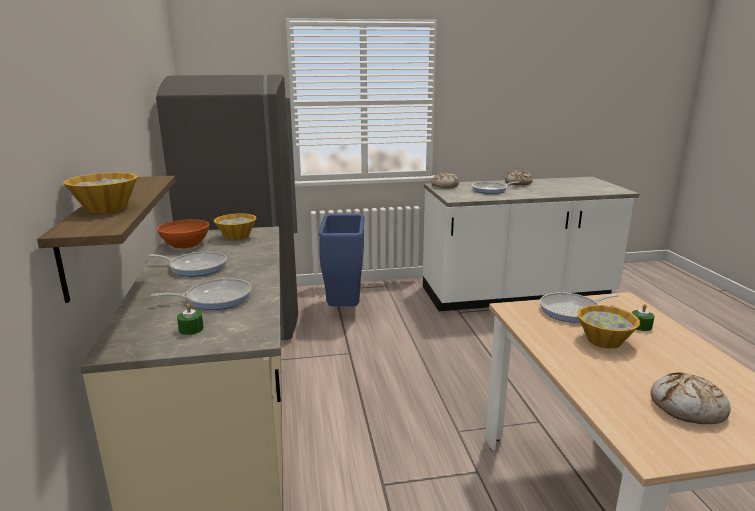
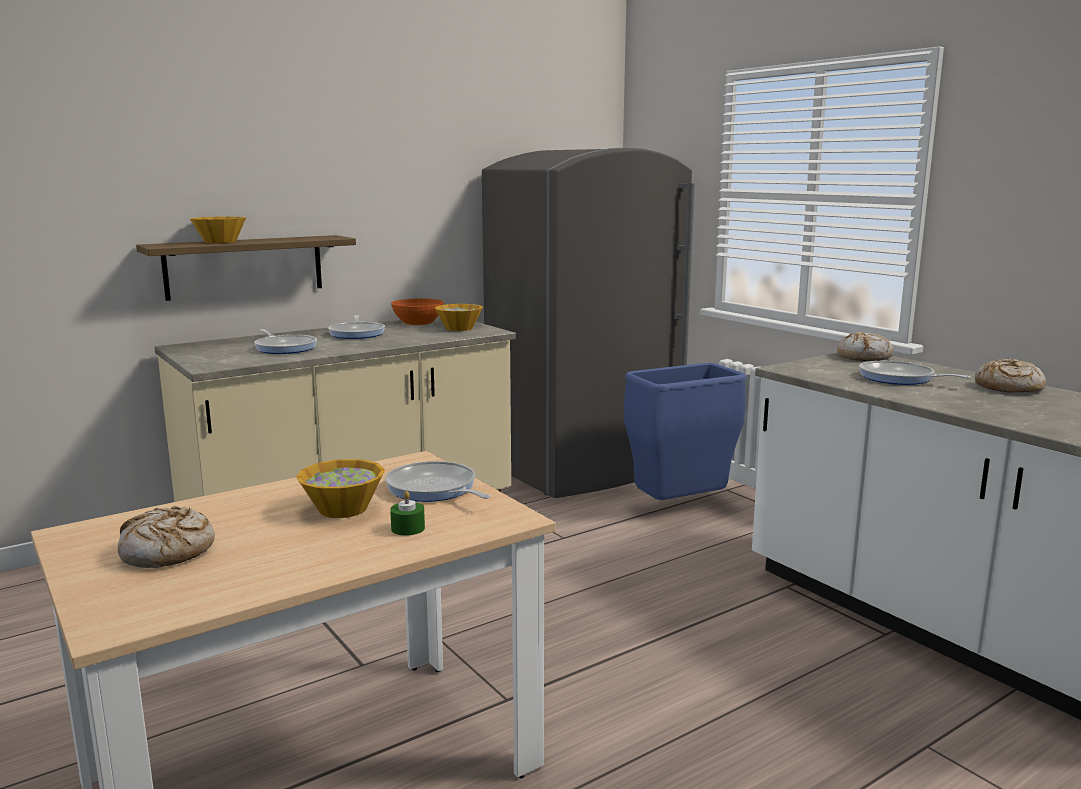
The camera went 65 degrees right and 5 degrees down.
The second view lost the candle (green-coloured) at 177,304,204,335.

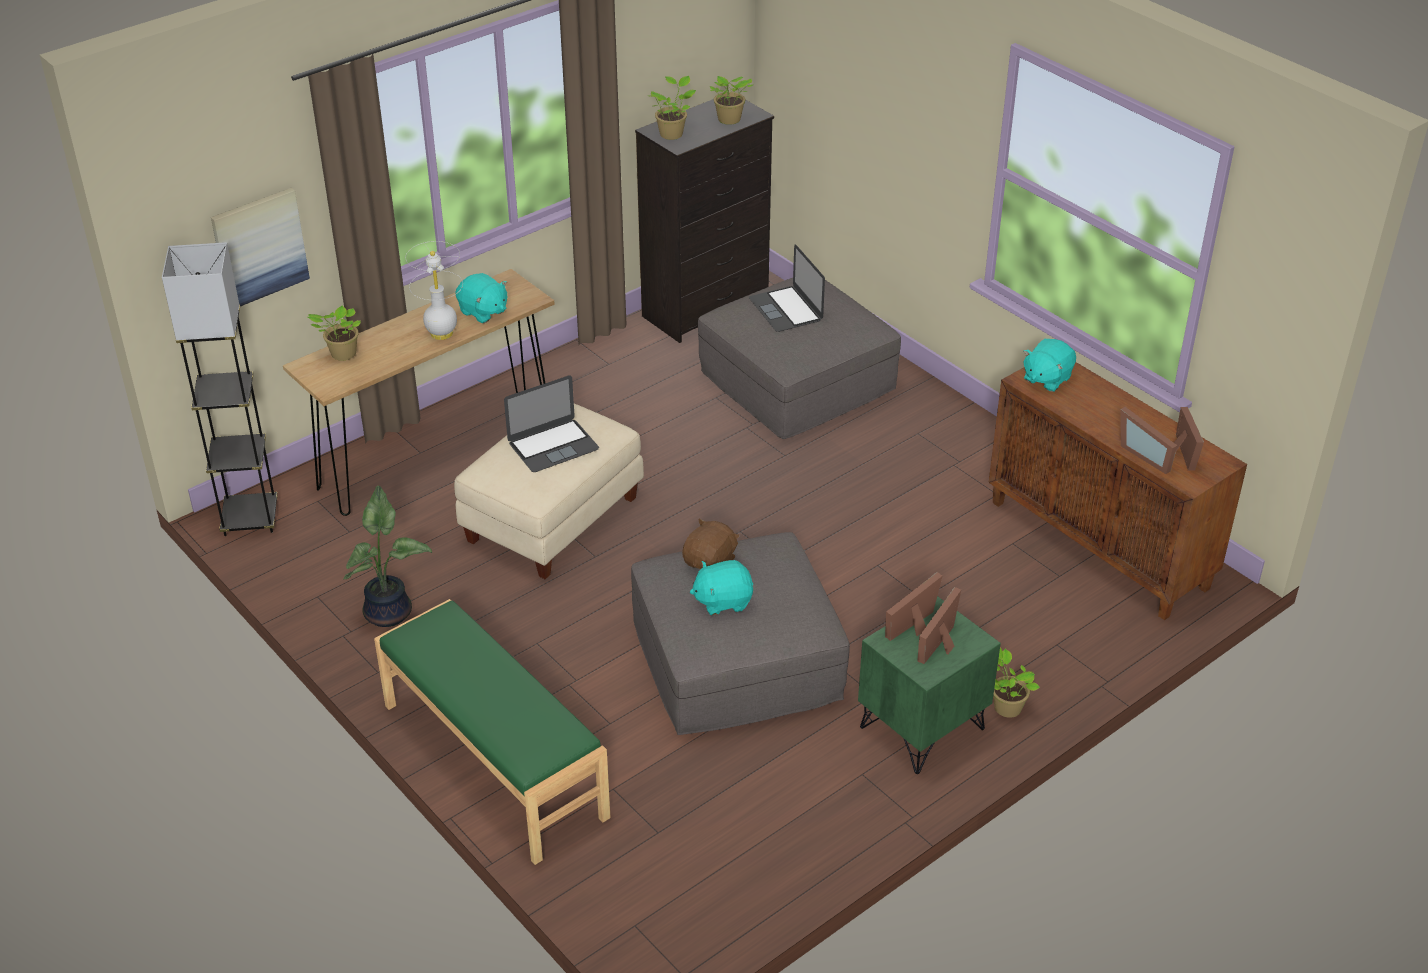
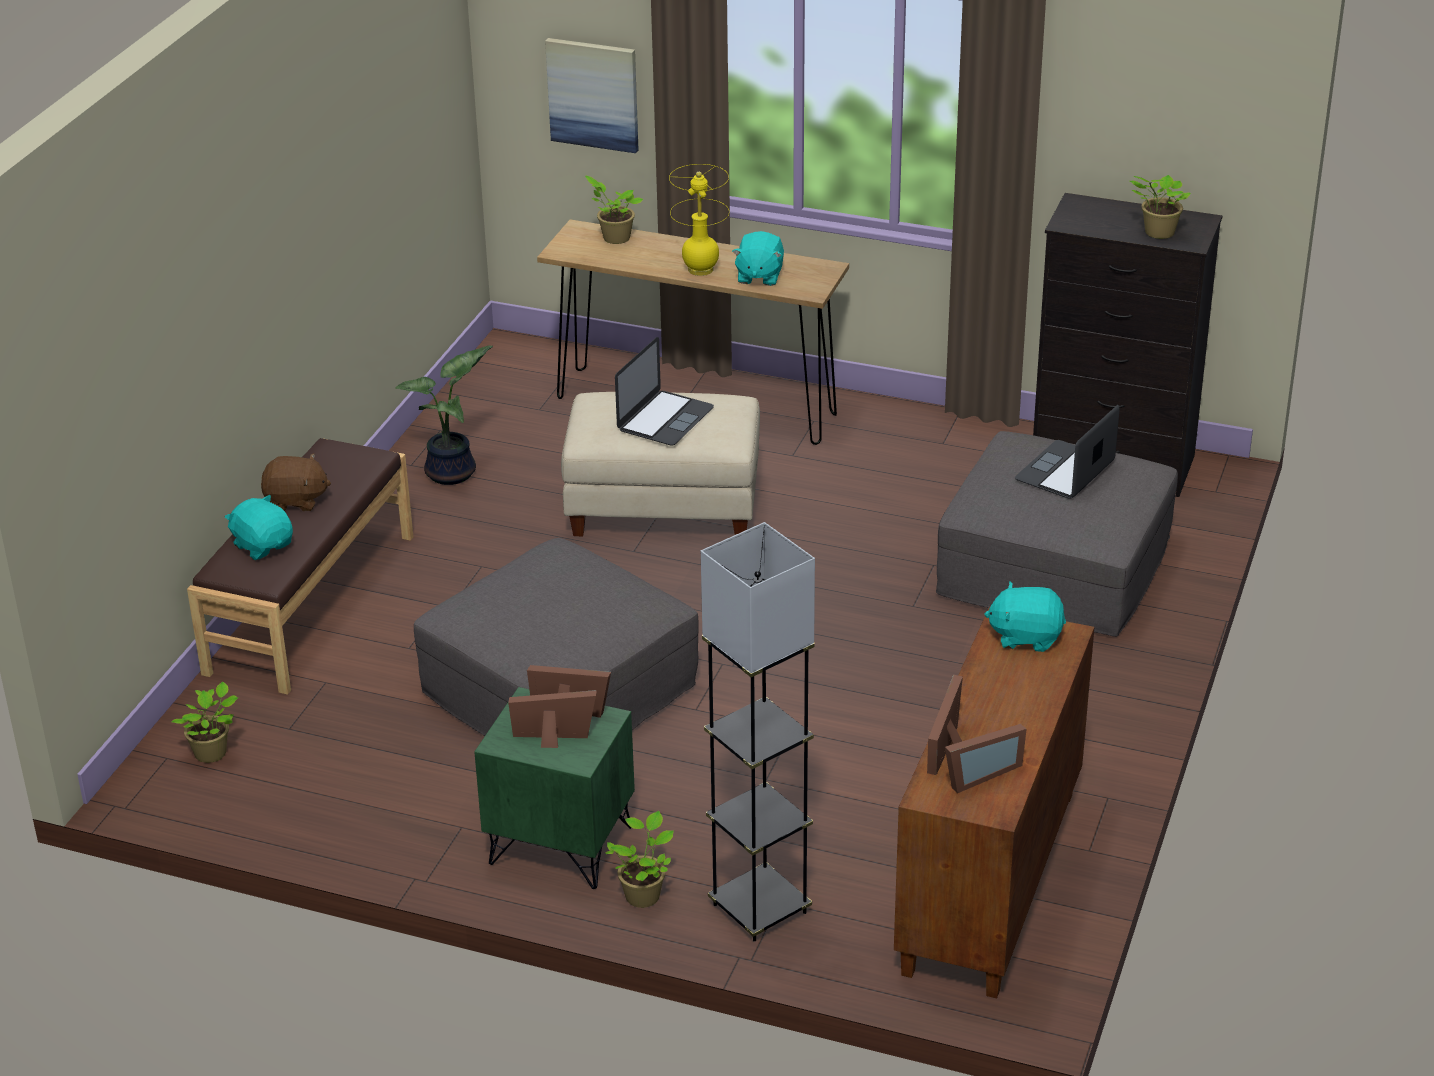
The camera went 60 degrees right and 5 degrees down.
The floor lamp (gray) ended up elsewhere, having gone from 162,242,278,536 to 701,522,815,942.
What was the bench (green-coloured) at 374,599,611,865 turned into the bench (brownish) at 187,438,413,695.
What was the lamp for a table (whitish) at 406,241,463,340 turned into the lamp for a table (yellow) at 669,164,729,276.
The portable computer at 504,375,599,472 ended up facing another way, 90 degrees counterclockwise from before.
The houseplant ended up elsewhere, having gone from 649,76,696,140 to 171,681,238,763.
The plush toy (brownish) ended up elsewhere, having gone from 682,519,740,569 to 261,453,331,511.
The plush toy (blue-green) ended up elsewhere, having gone from 690,560,753,615 to 225,495,293,560.

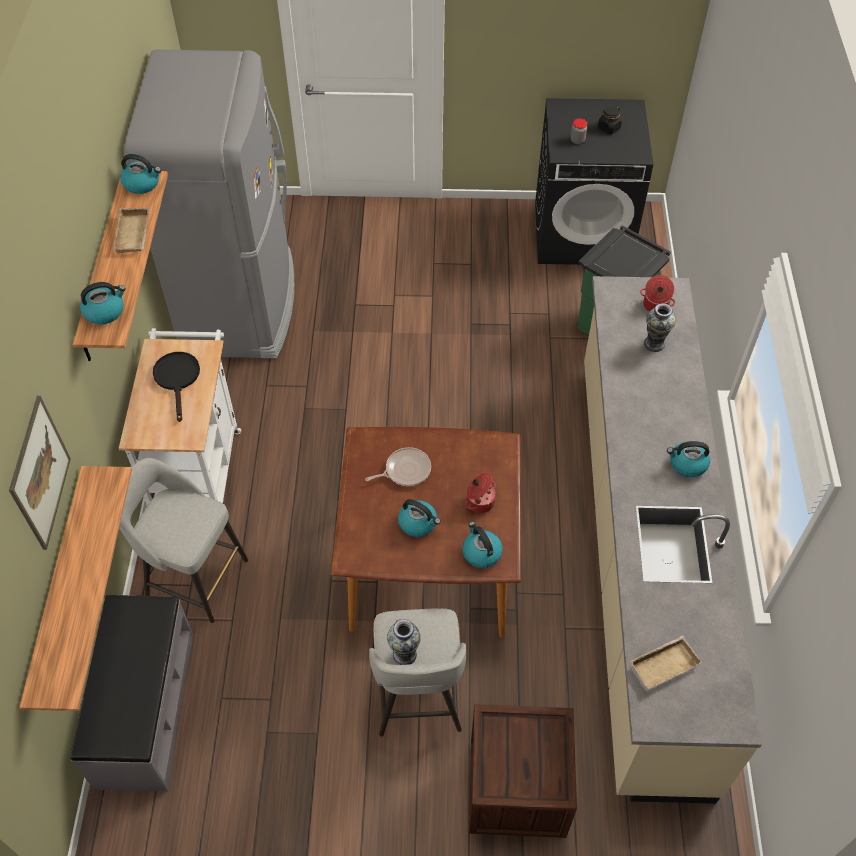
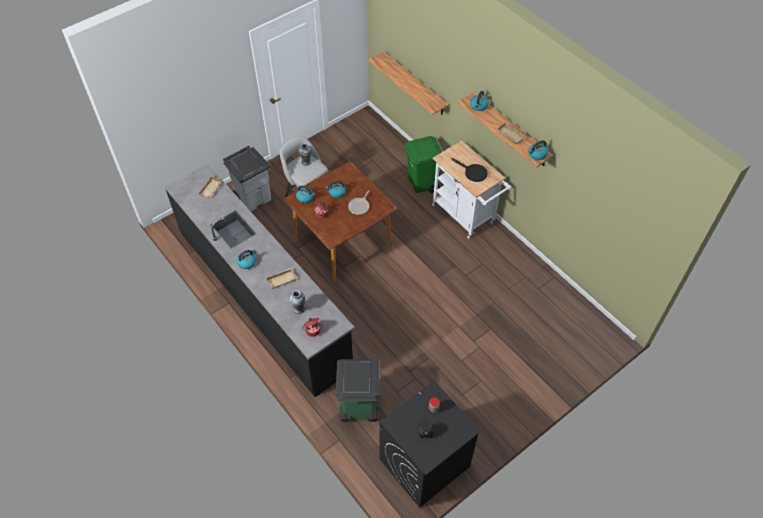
The camera went 140 degrees right and 0 degrees up.
The second view lost the wall picture at 9,396,71,550.
The second view lost the bench (gray) at 70,595,194,791.
Where the sitting stool (gray) stood at 119,458,248,623, the trash can (green-coloured) came to stand at 404,136,443,193.
The second view lost the fridge (gray) at 124,50,294,358.
Where the shipping crate stood at 469,704,577,838, the trash can (gray) came to stand at 223,146,272,212.
What was the kitchen counter (beige) at 584,276,762,804 turned into the kitchen counter (blackish) at 165,164,355,397.
The second view gained the serving tray (beige) at 266,268,297,289.

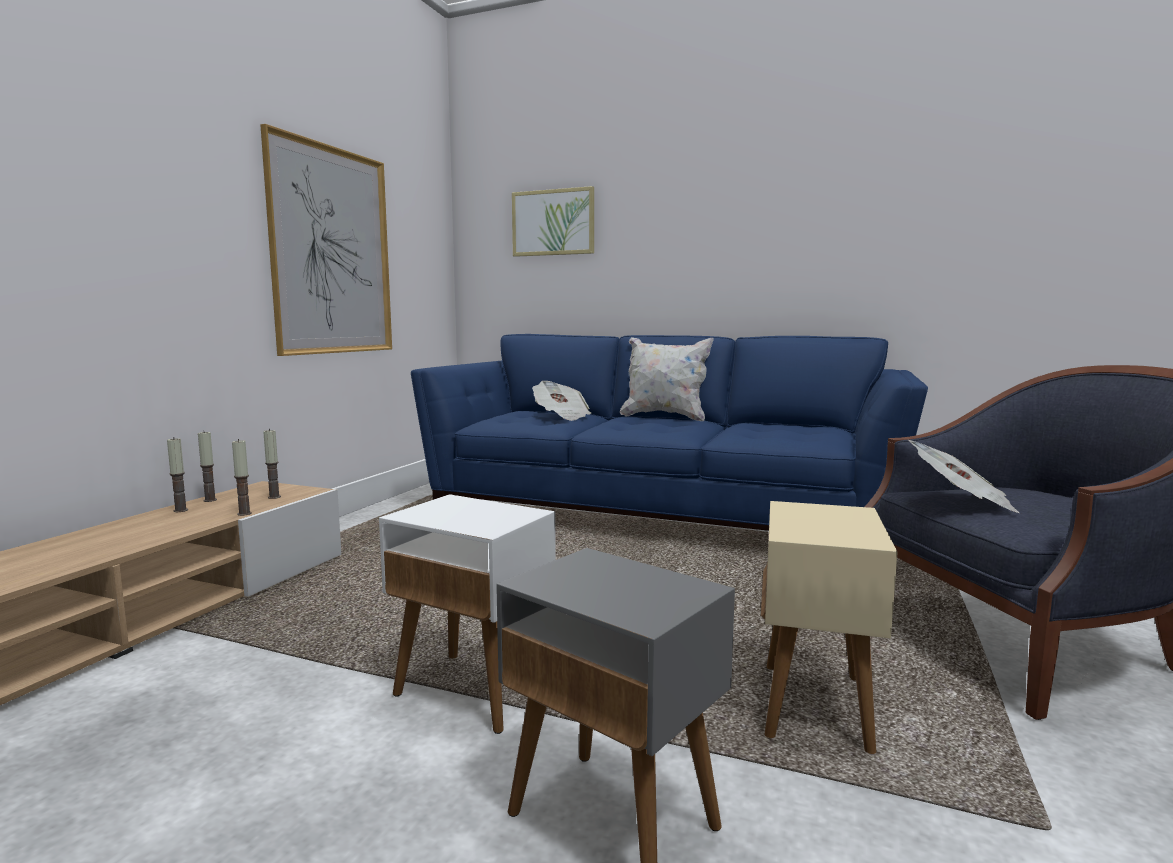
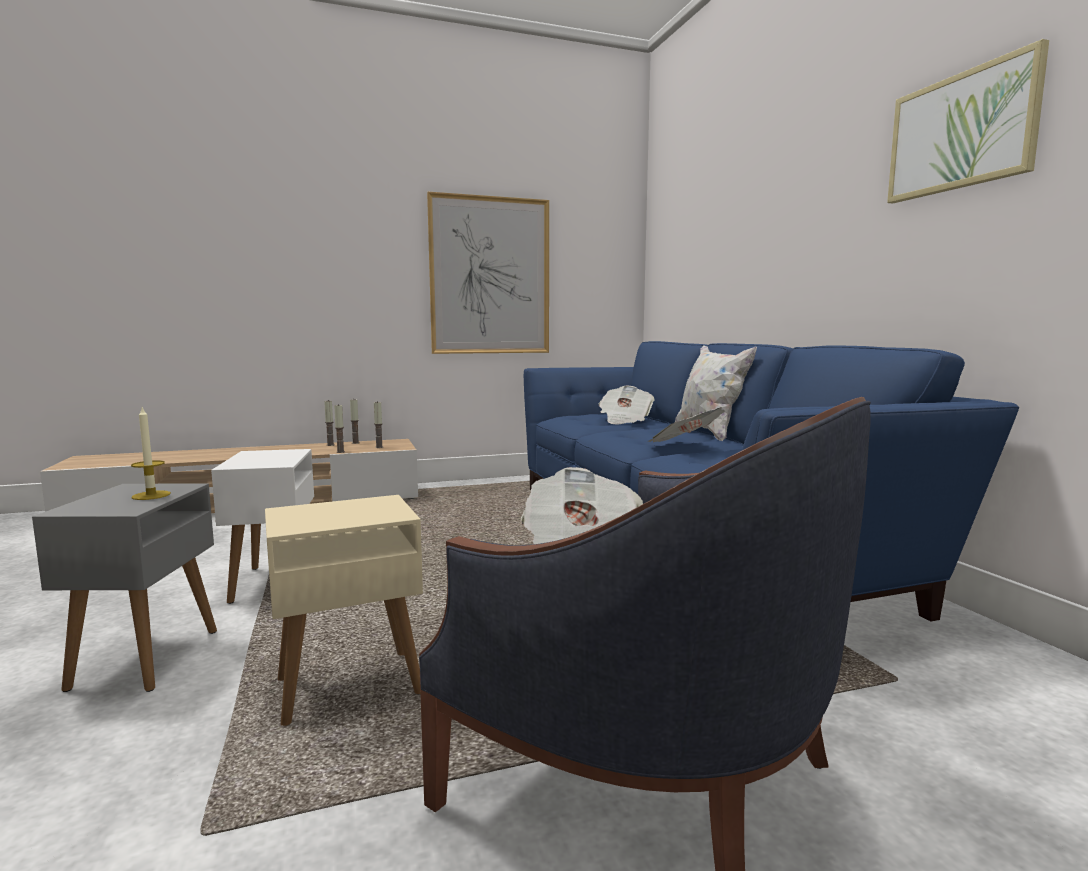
The camera went 50 degrees right and 0 degrees up.
The wall picture ended up elsewhere, having gone from 512,186,594,257 to 887,39,1049,203.
The second view gained the candle at 131,407,171,500.
The second view gained the newspaper at 648,407,725,442.

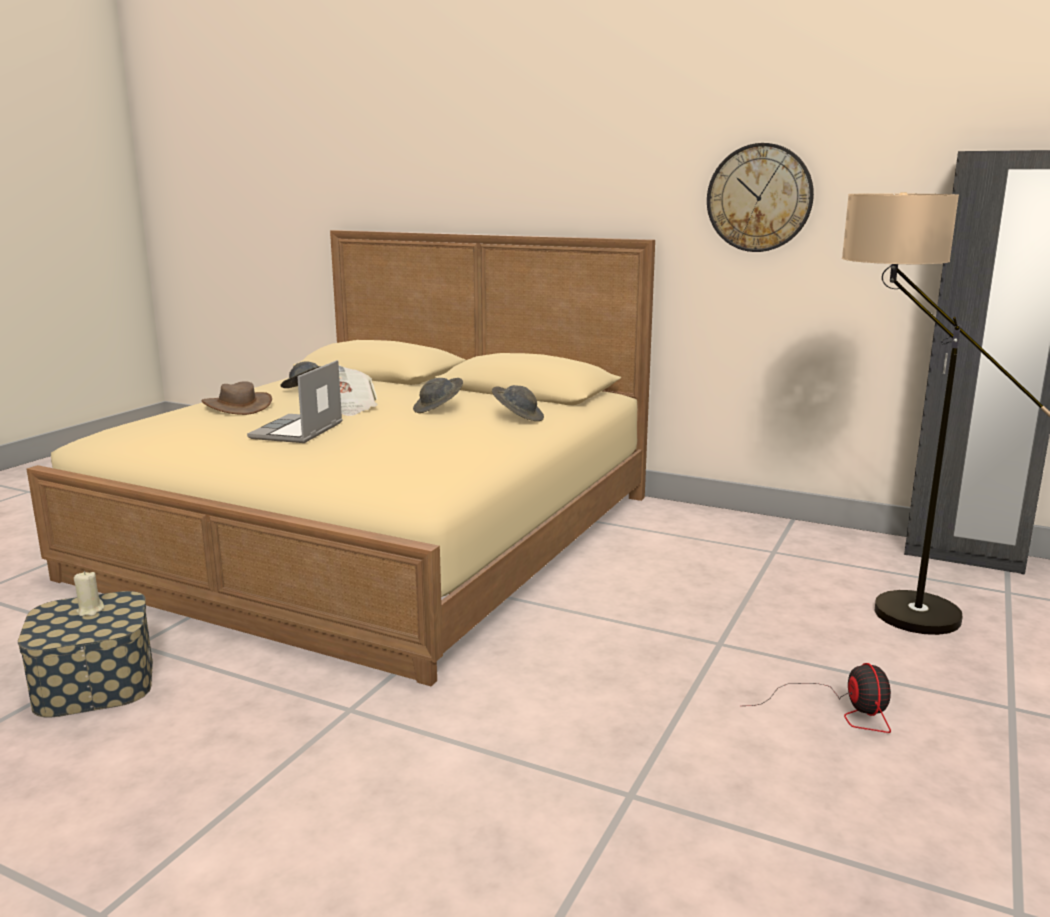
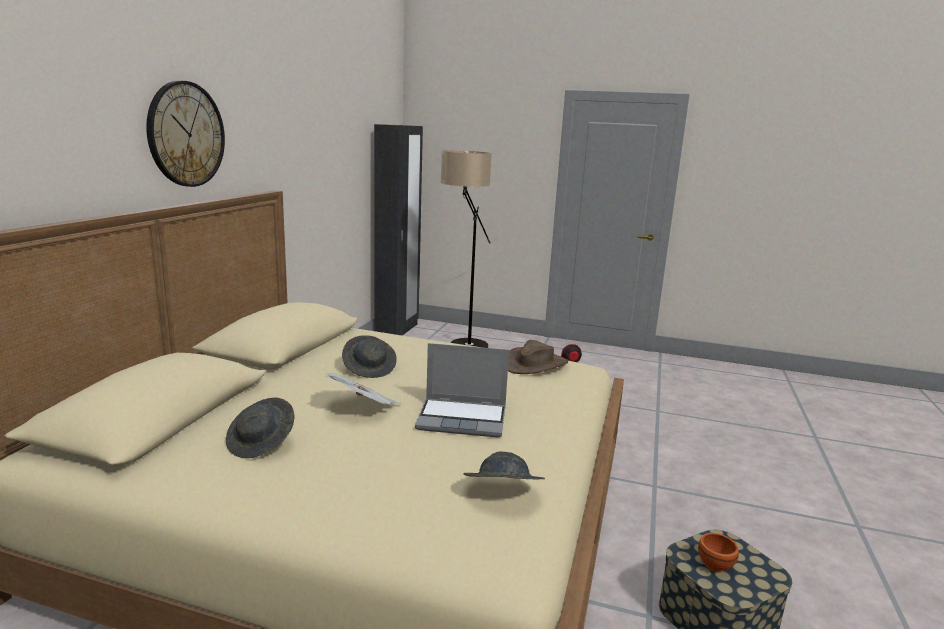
The camera went 100 degrees left and 0 degrees up.
Where the candle (beige) stood at 74,571,104,616, the serving bowl (brownish) came to stand at 698,533,739,572.
The hat (brownish) ended up elsewhere, having gone from 202,381,272,415 to 508,340,568,374.
The hat (gray) ended up elsewhere, having gone from 492,385,544,421 to 464,452,545,479.
The wall clock ended up elsewhere, having gone from 707,143,814,252 to 146,81,225,187.

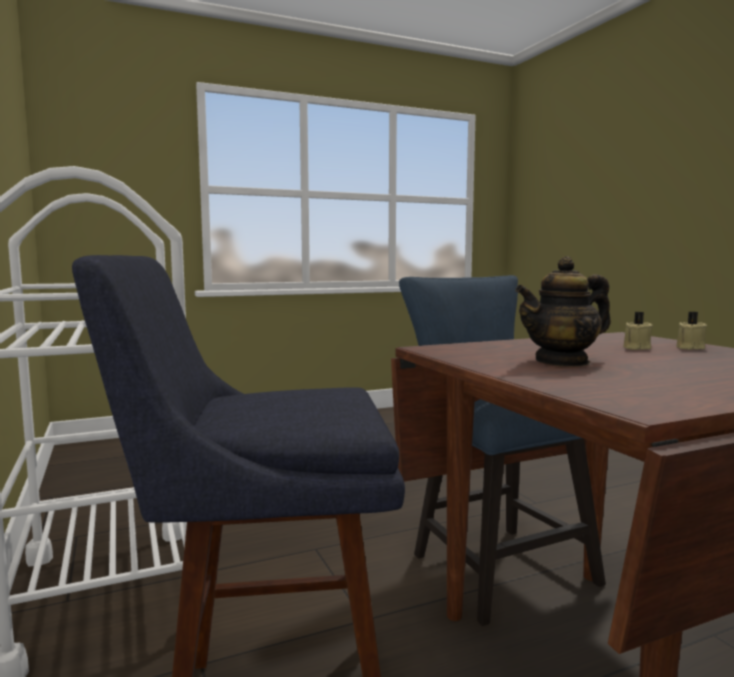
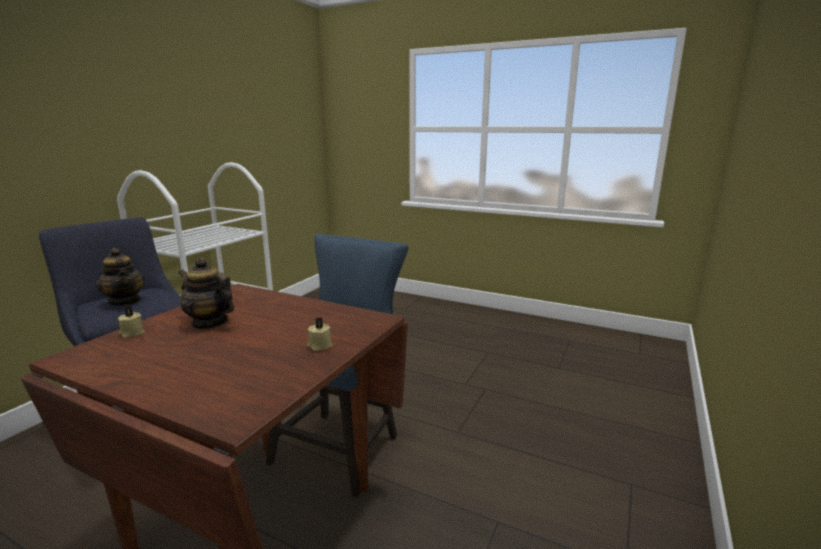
The camera went 50 degrees right and 10 degrees up.
The candle (beige) ended up elsewhere, having gone from 623,312,653,350 to 118,306,145,338.
The second view gained the tea pot at 96,248,145,306.

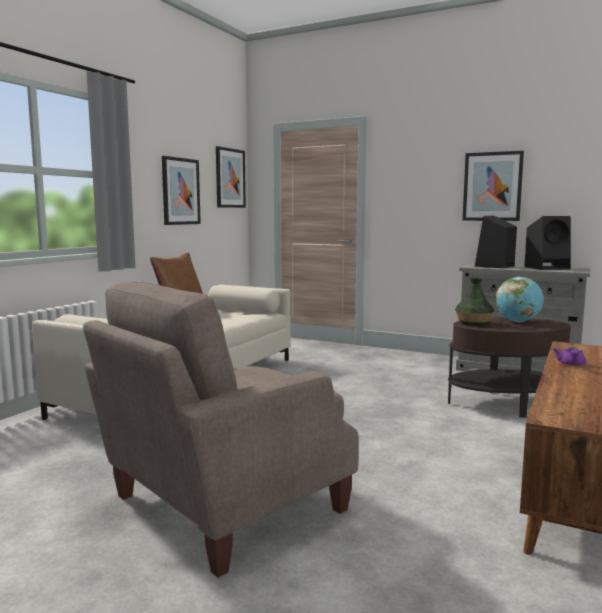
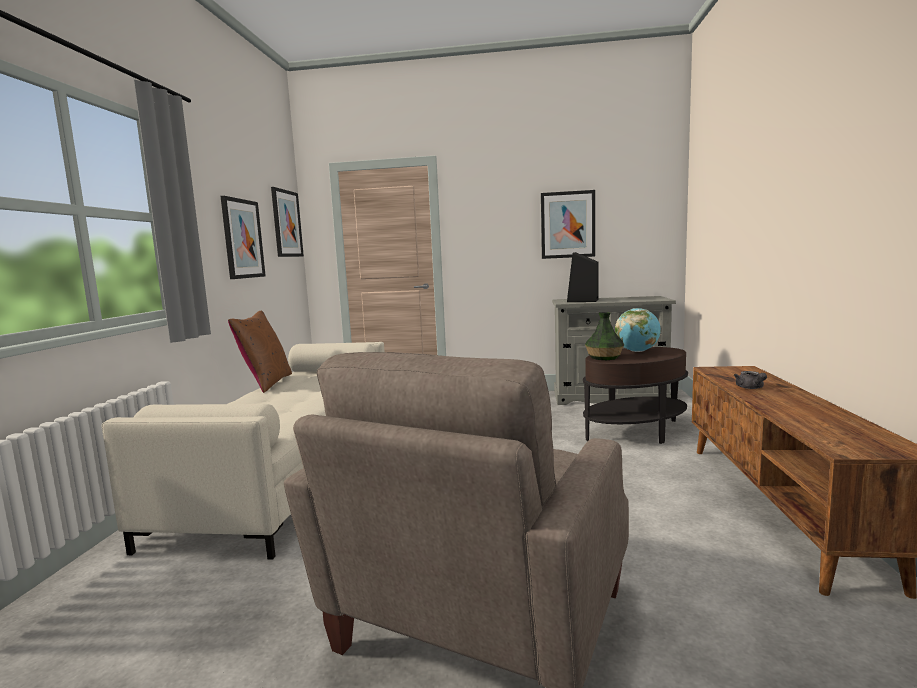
The camera went 20 degrees left and 0 degrees up.
The second view lost the speaker (blackish) at 524,216,571,270.
What was the tea pot (purplish) at 553,347,586,366 turned into the tea pot (gray) at 734,371,767,389.

